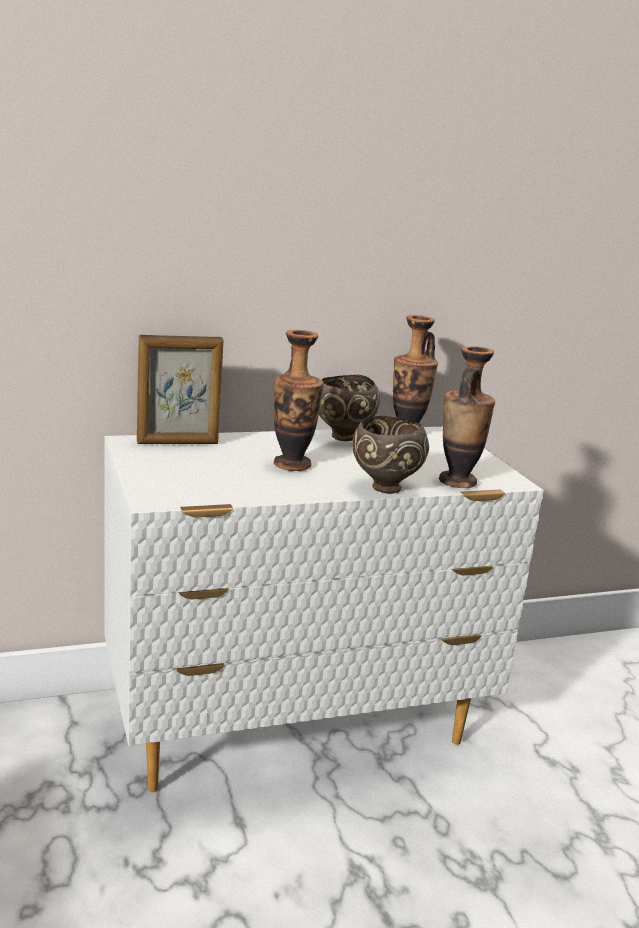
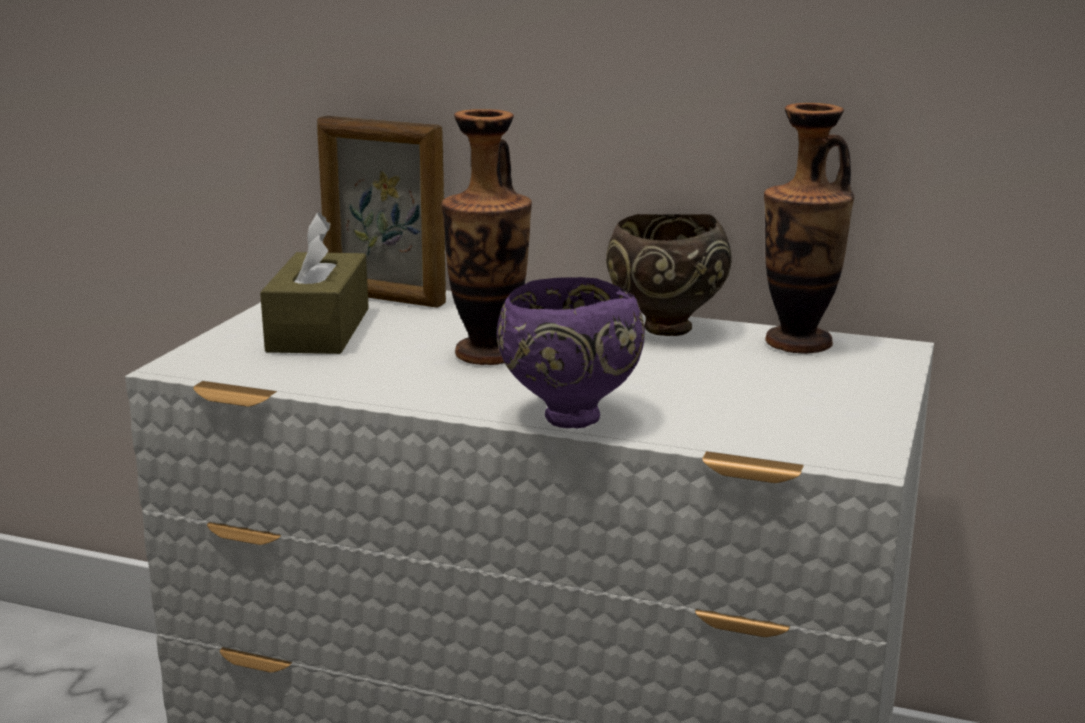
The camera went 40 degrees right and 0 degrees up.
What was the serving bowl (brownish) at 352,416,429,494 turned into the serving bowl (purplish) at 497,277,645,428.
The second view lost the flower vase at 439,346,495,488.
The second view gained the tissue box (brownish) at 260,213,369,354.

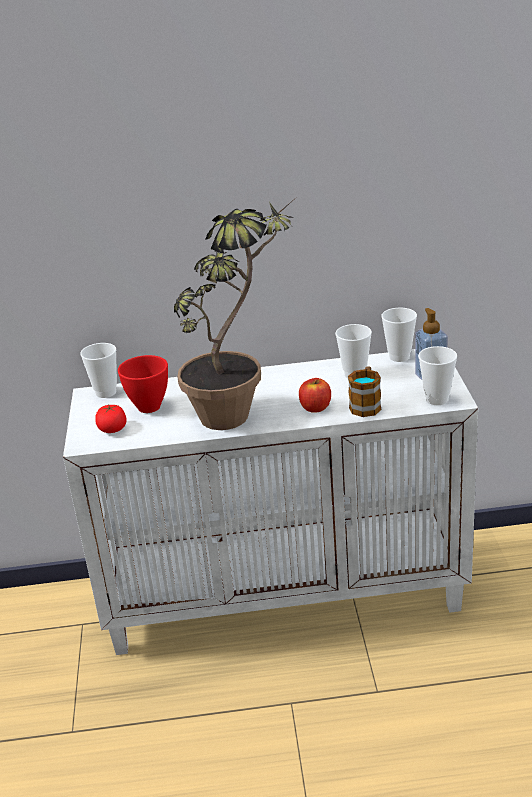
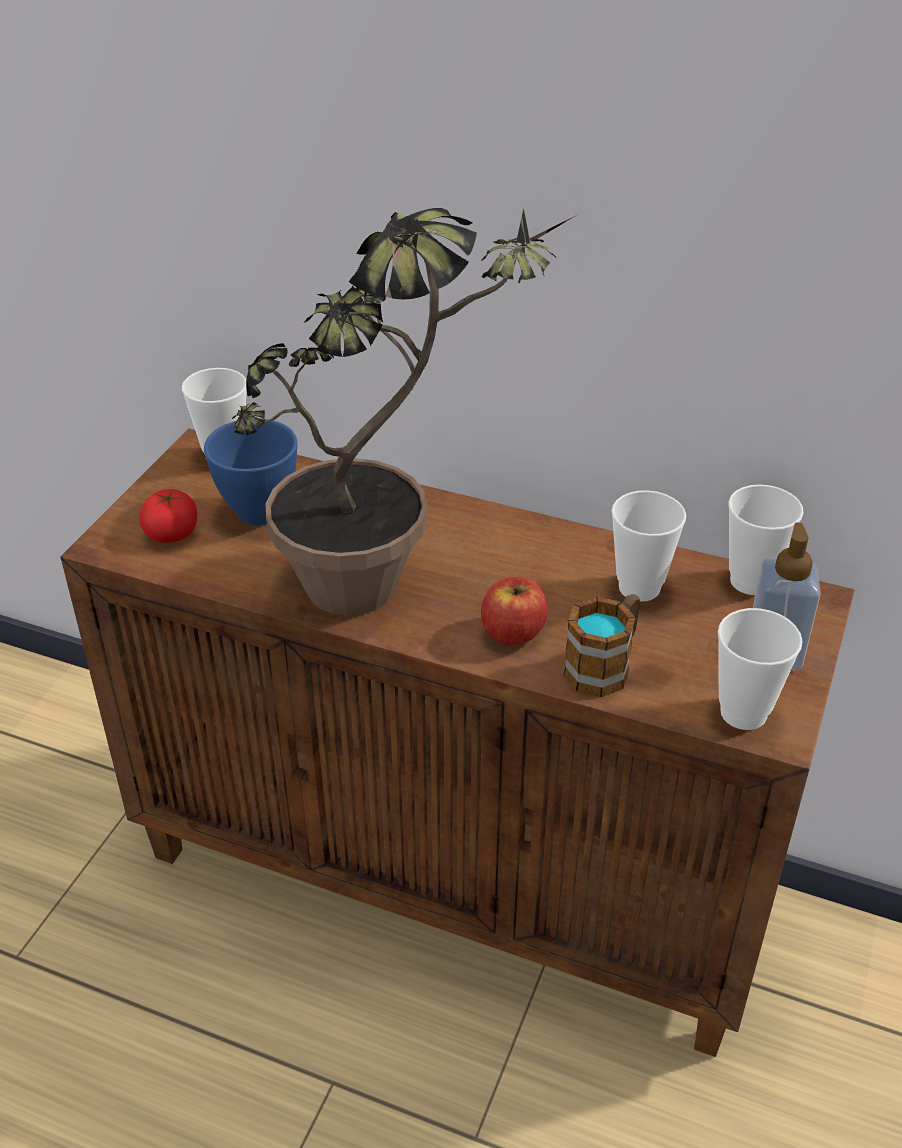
The camera went 25 degrees right and 10 degrees up.
What was the cupboard (whitish) at 63,349,478,655 turned into the cupboard (brownish) at 60,429,854,1057.
What was the serving bowl (reddish) at 118,355,168,413 turned into the serving bowl (bluish) at 204,419,297,526.

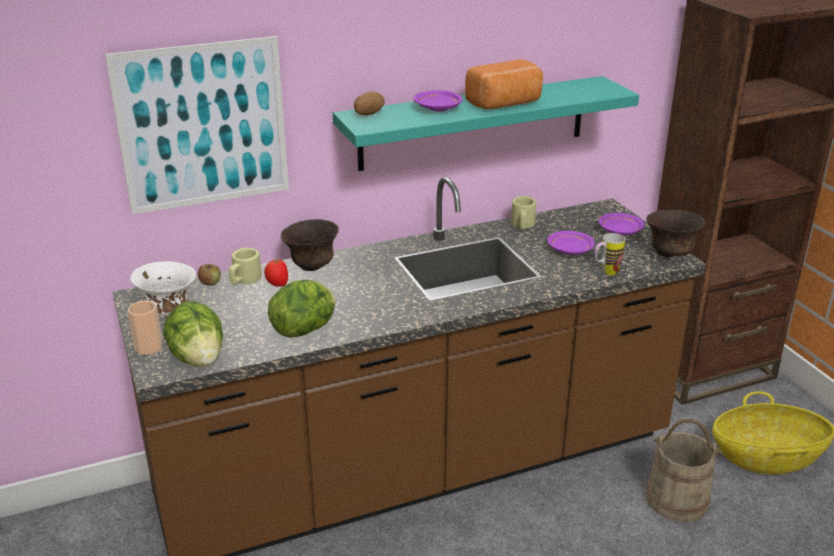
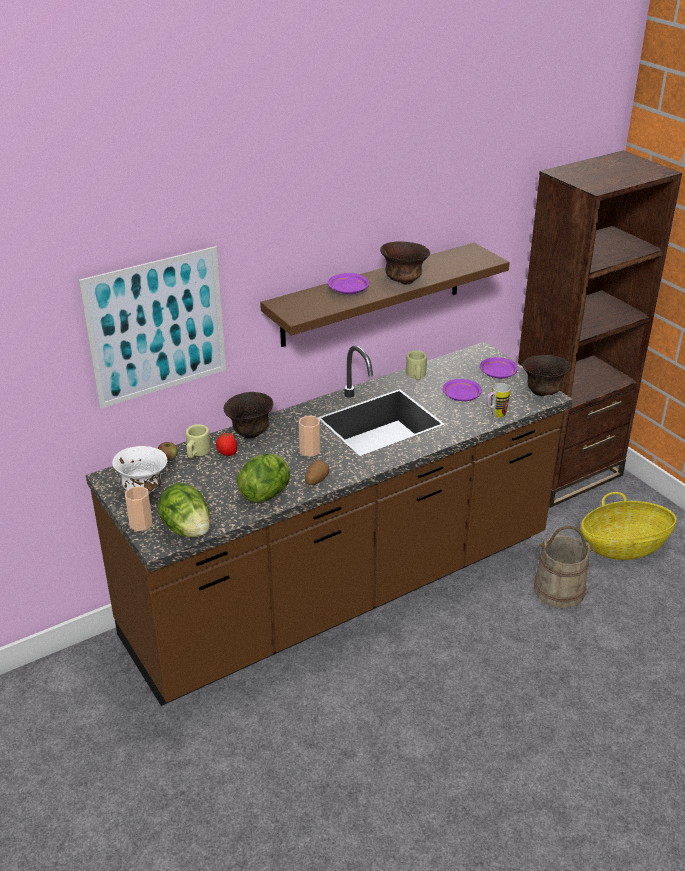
The camera went 10 degrees left and 5 degrees up.
What was the shelf (blue-green) at 333,76,639,171 turned into the shelf (brownish) at 260,243,510,347.
The whole potato ended up elsewhere, having gone from 354,92,385,115 to 305,460,329,485.
Where the bread stood at 465,59,543,109, the serving bowl (brownish) came to stand at 380,241,430,284.
The second view gained the cup at 299,416,320,457.

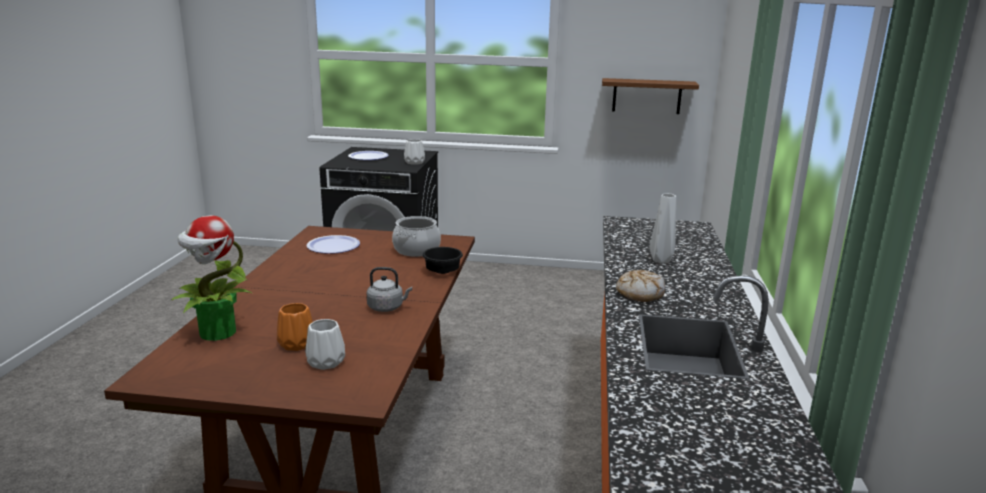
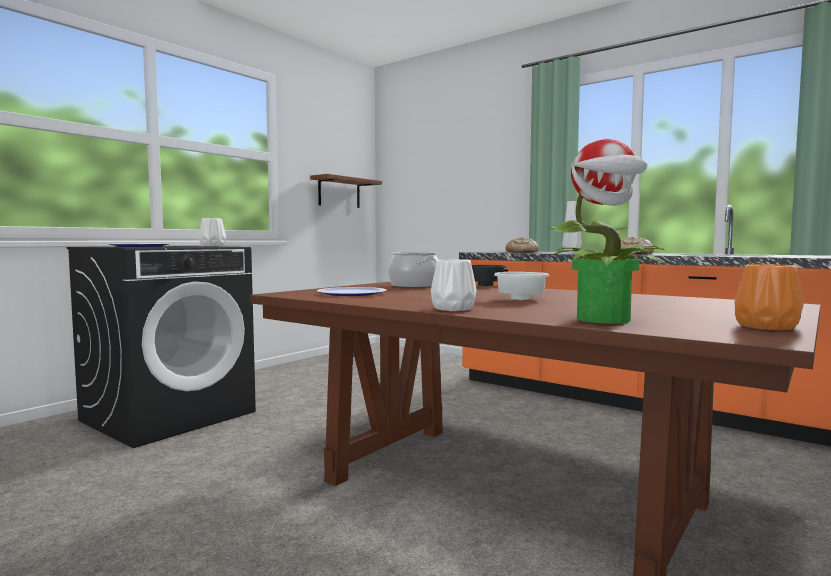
The camera went 60 degrees left and 15 degrees down.
The flower vase (orange) ended up elsewhere, having gone from 277,303,313,351 to 735,264,804,330.
The flower vase (whitish) ended up elsewhere, having gone from 305,319,345,370 to 431,259,477,311.
The second view lost the kettle (gray) at 367,267,412,312.
The second view gained the serving bowl (whitish) at 494,272,549,300.
The second view gained the bread at 505,238,539,253.

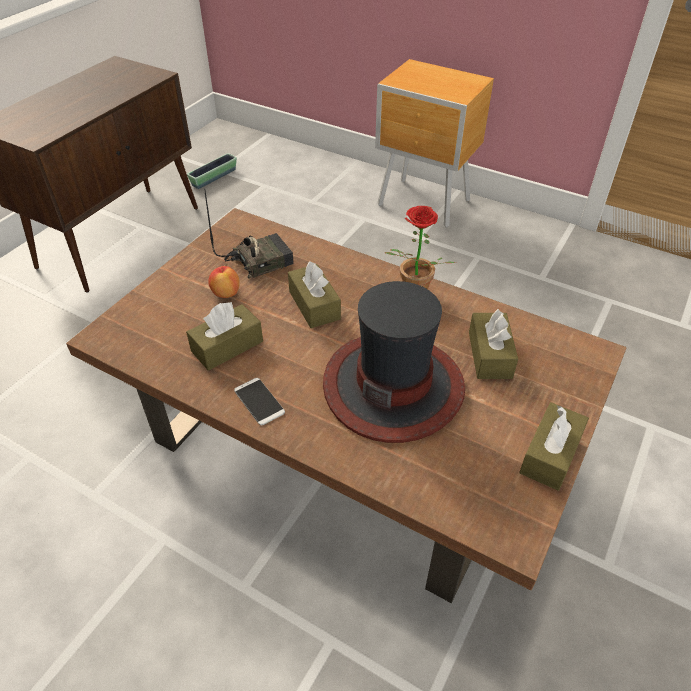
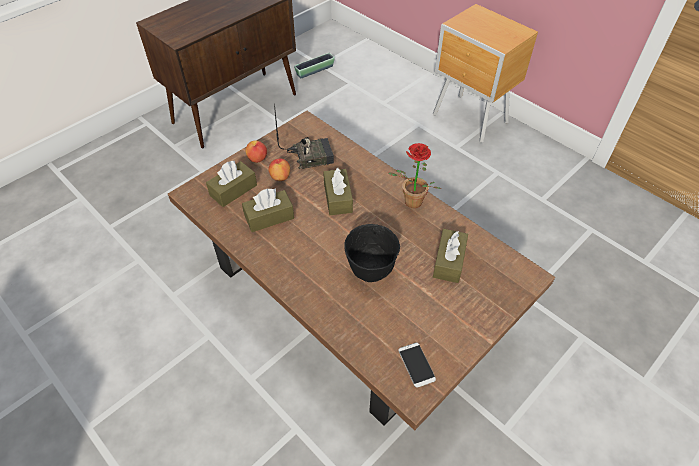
The camera went 15 degrees right and 5 degrees up.
The phone ended up elsewhere, having gone from 234,378,285,425 to 398,343,436,388.
Where the hat stood at 323,281,465,443, the serving bowl (blackish) came to stand at 344,224,400,282.
The tissue box (brownish) ended up elsewhere, having gone from 519,402,589,491 to 206,161,257,207.
The second view gained the apple at 245,140,267,163.

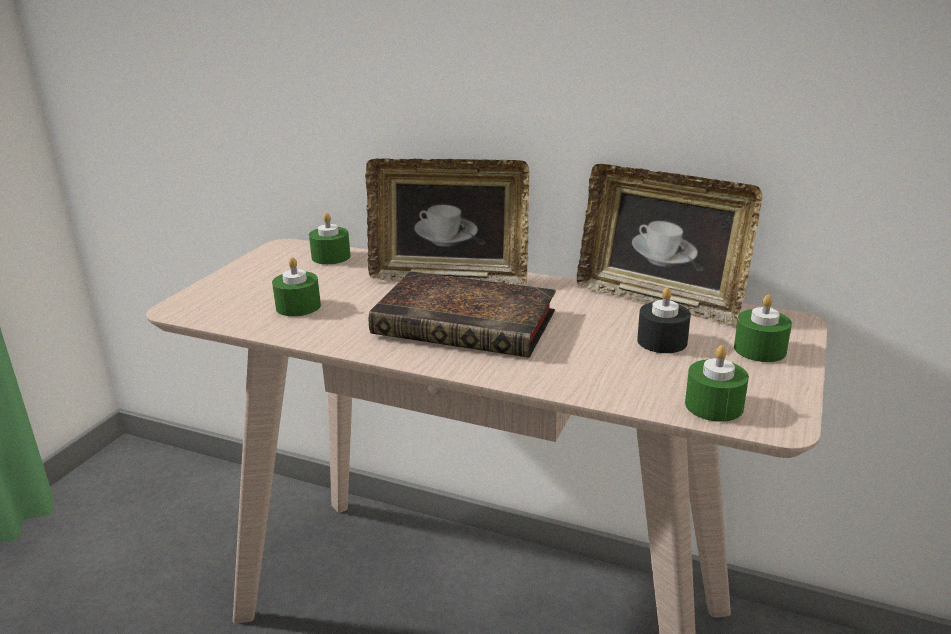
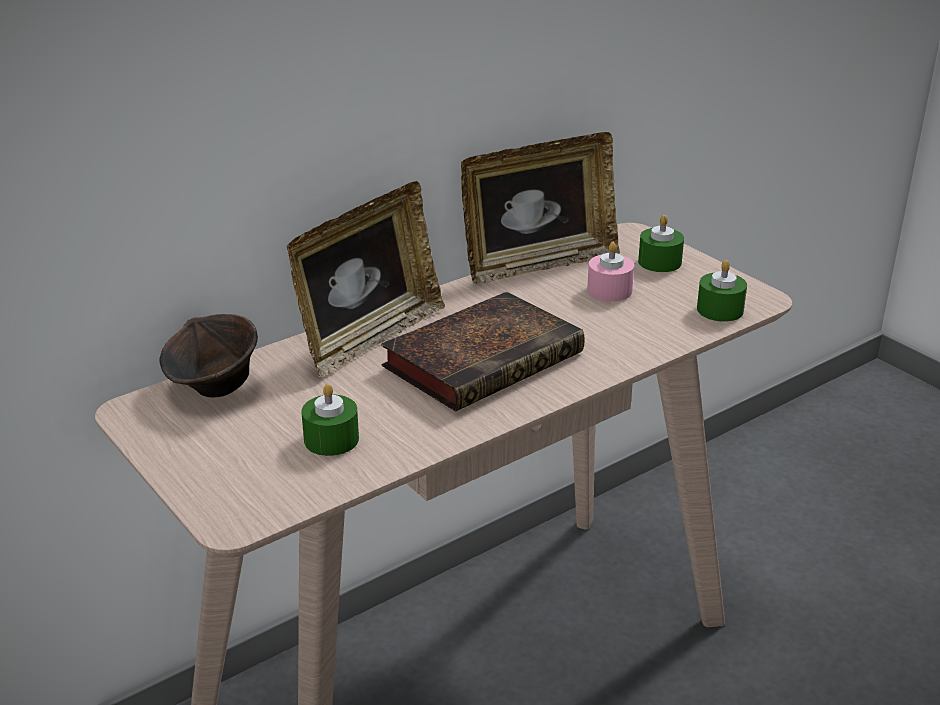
The camera went 60 degrees left and 5 degrees up.
Where the candle (green-coloured) stood at 309,213,351,265, the serving bowl (brownish) came to stand at 159,314,258,398.
What was the candle (blackish) at 637,287,691,353 turned into the candle (pink) at 587,242,634,301.

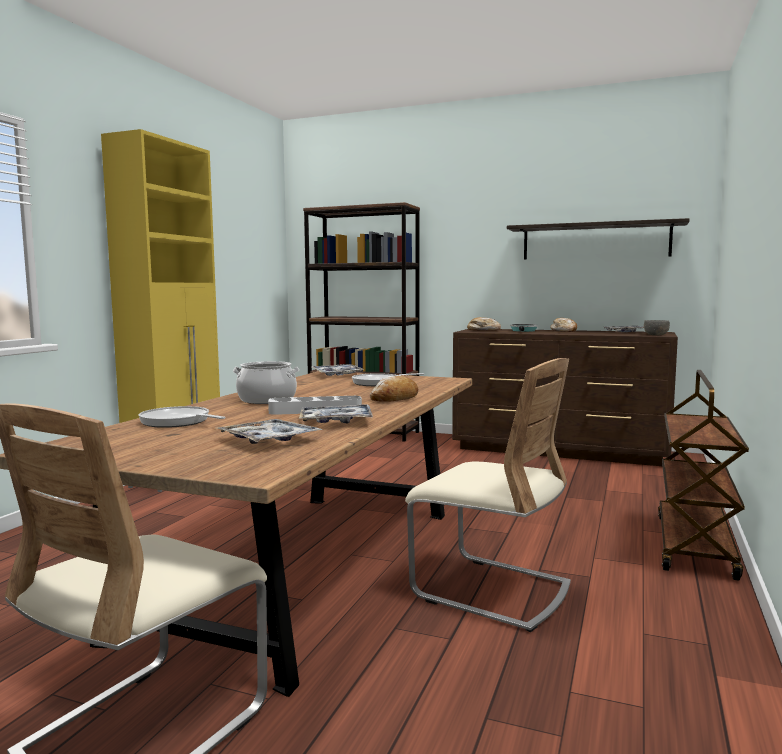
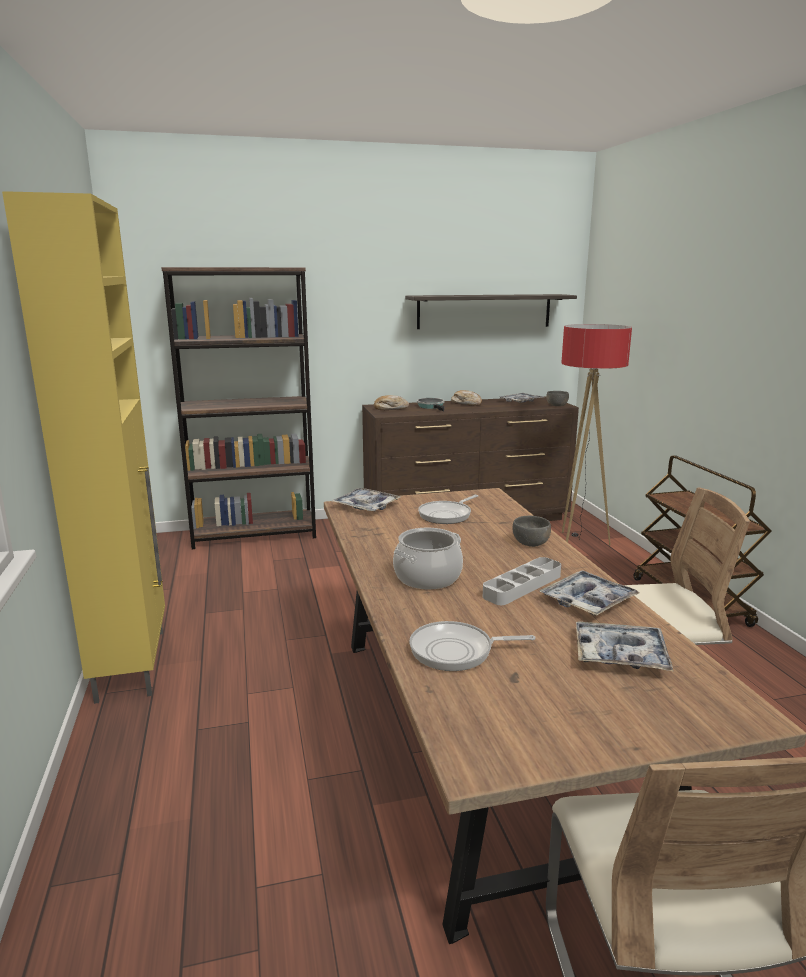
The camera went 35 degrees left and 10 degrees up.
Where the bread stood at 370,376,418,402, the serving bowl (gray) came to stand at 512,516,551,547.
The second view gained the floor lamp at 561,324,632,545.

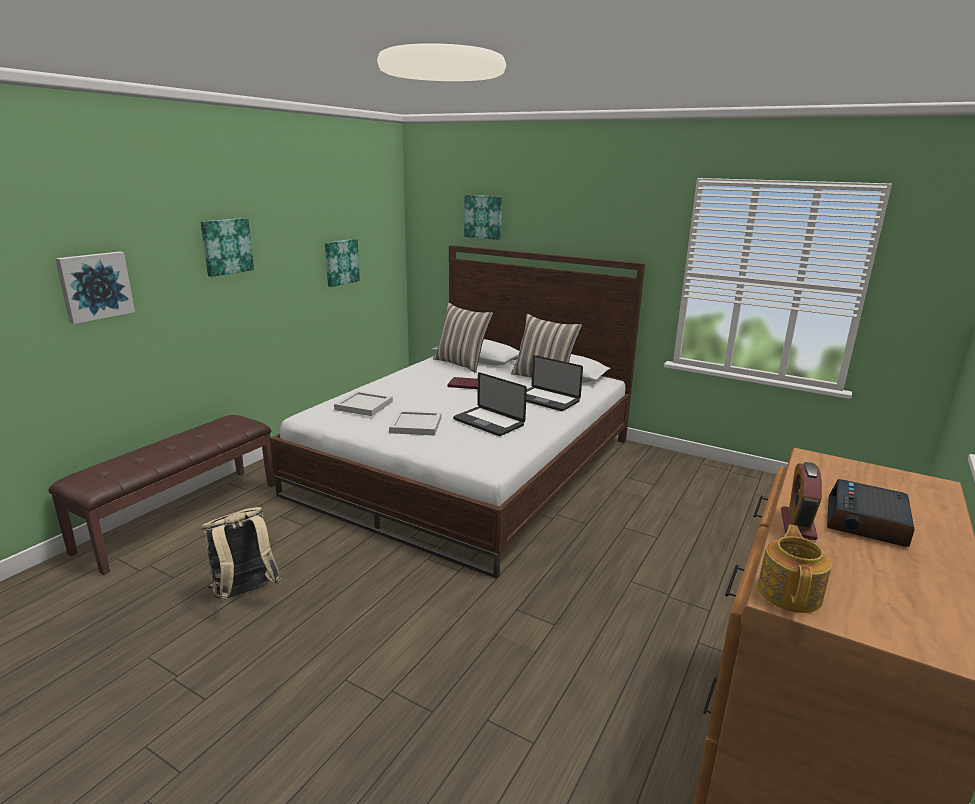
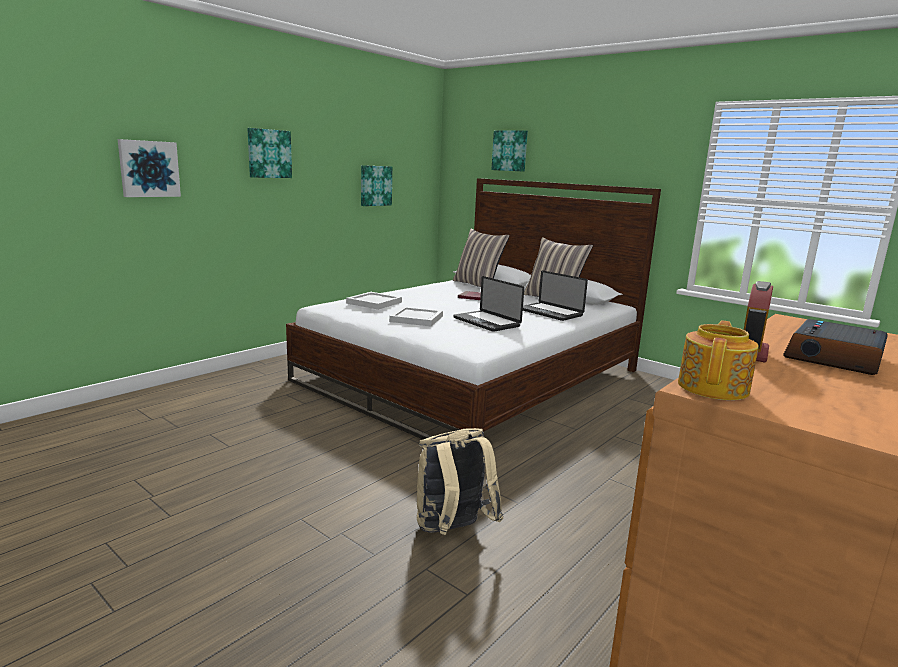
The camera went 10 degrees right and 5 degrees down.
The second view lost the bench (brownish) at 49,415,275,575.
The backpack (beige) ended up elsewhere, having gone from 201,507,282,602 to 417,428,503,535.

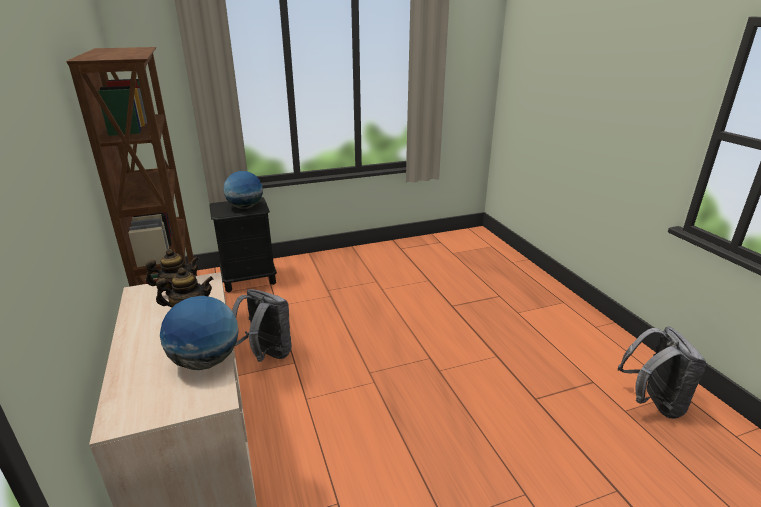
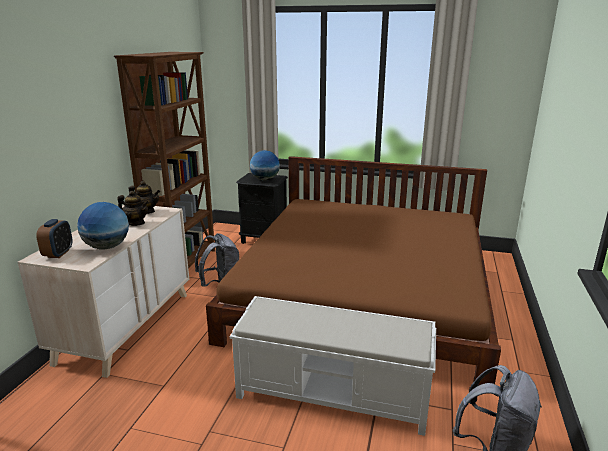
The camera went 35 degrees right and 5 degrees down.
The second view gained the table clock at 36,219,72,258.
The second view gained the sleeping bed (brownish) at 206,156,501,386.
The second view gained the bench (whitish) at 230,296,436,436.

